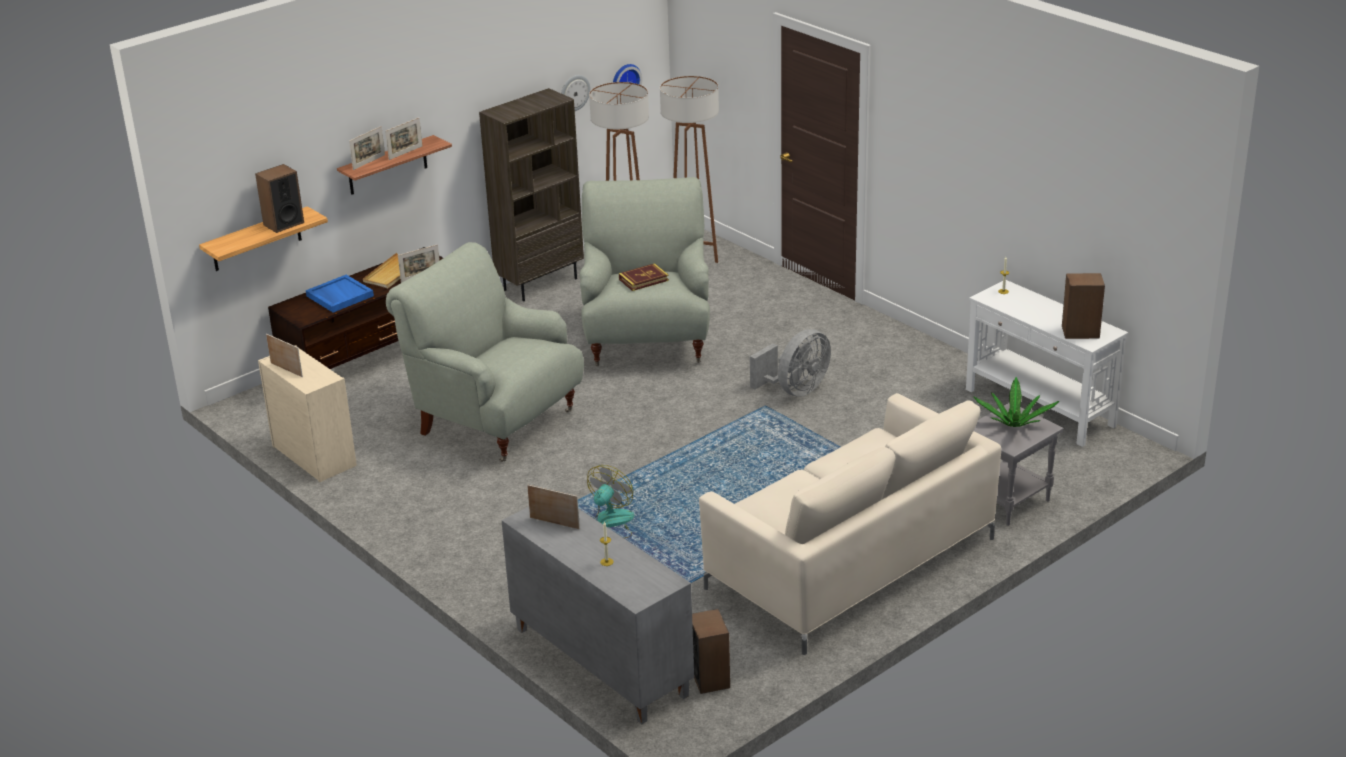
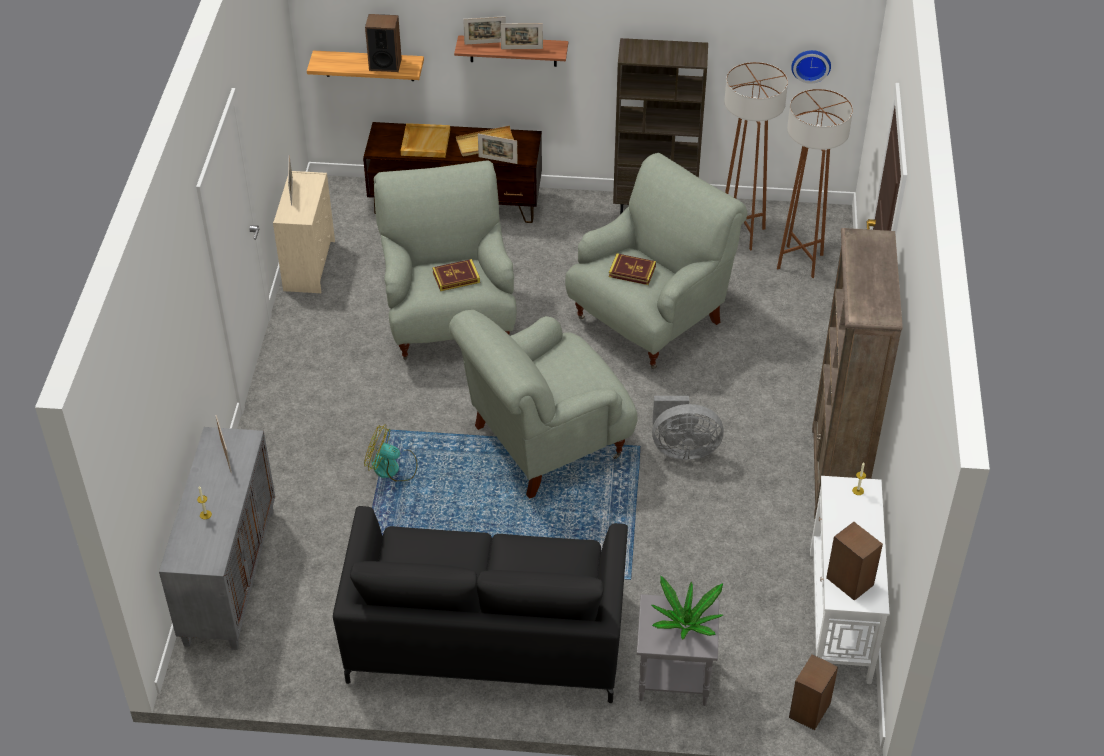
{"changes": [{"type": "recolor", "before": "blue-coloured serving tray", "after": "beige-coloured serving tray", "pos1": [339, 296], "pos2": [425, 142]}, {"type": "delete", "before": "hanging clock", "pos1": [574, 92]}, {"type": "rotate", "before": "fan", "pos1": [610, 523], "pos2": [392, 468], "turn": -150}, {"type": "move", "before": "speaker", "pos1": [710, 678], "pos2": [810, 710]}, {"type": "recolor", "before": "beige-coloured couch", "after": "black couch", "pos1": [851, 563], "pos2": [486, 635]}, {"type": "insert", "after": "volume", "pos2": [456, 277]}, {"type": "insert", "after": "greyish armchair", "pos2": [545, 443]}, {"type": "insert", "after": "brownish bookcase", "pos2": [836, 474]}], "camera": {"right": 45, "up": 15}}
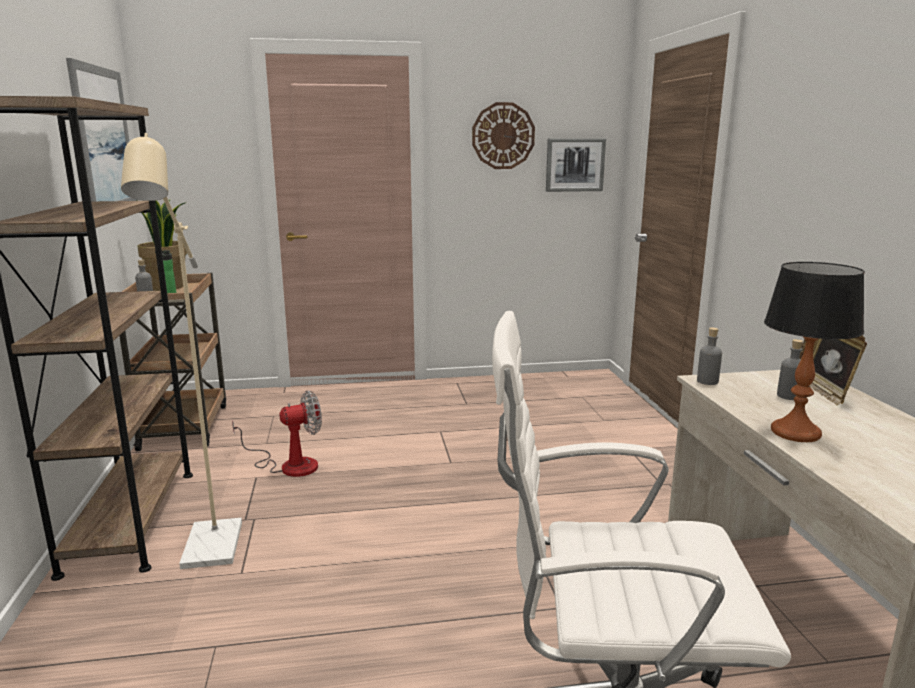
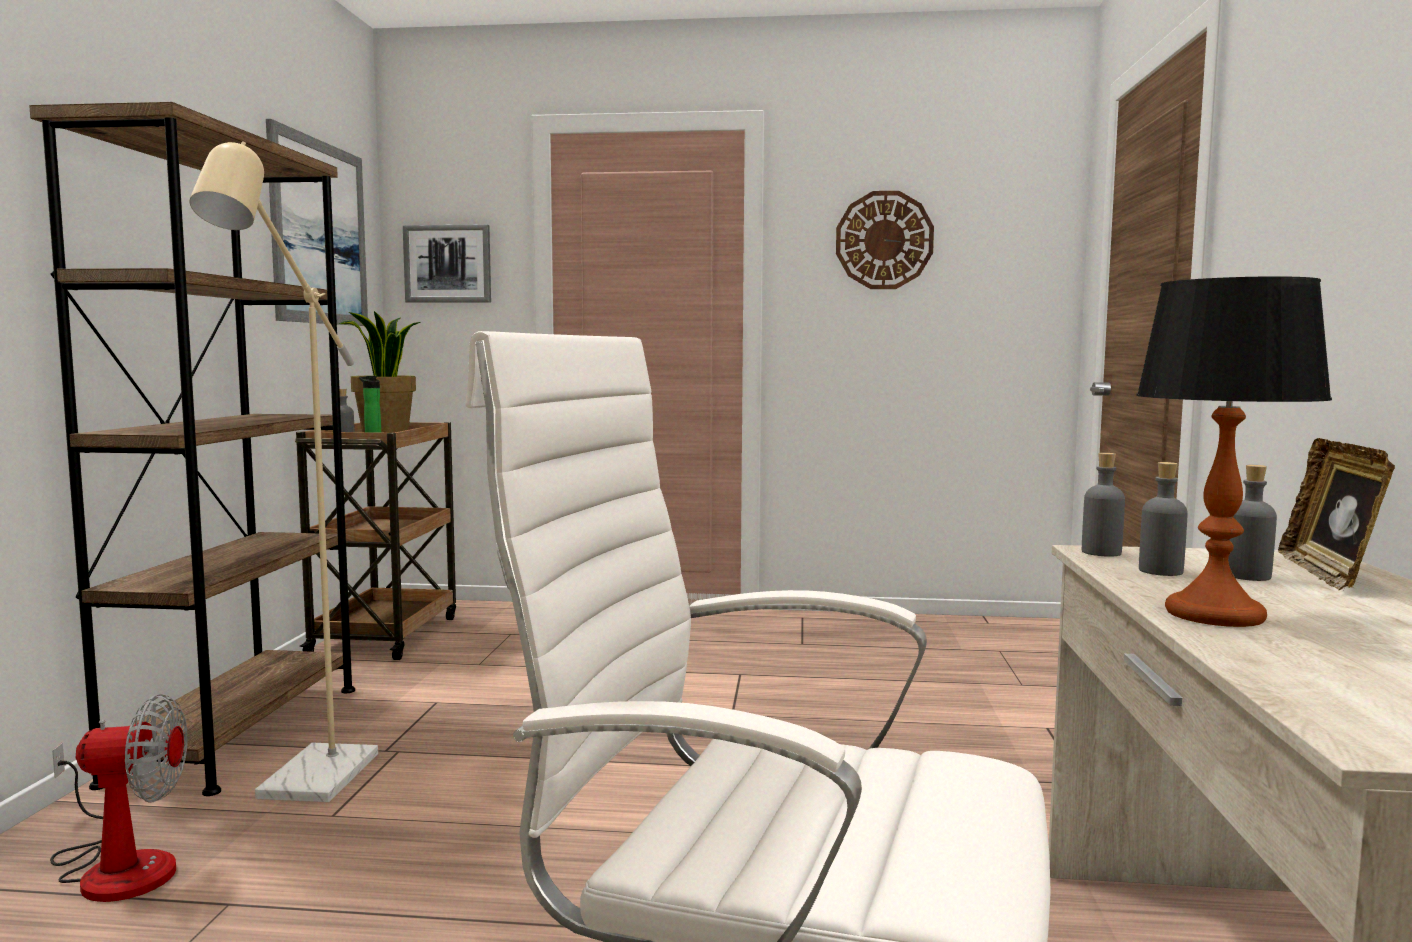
{"changes": [{"type": "move", "before": "fan", "pos1": [289, 465], "pos2": [118, 866]}, {"type": "move", "before": "wall art", "pos1": [575, 165], "pos2": [448, 264]}, {"type": "insert", "after": "greyish drink bottle", "pos2": [1160, 571]}], "camera": {"right": 15, "up": -10}}
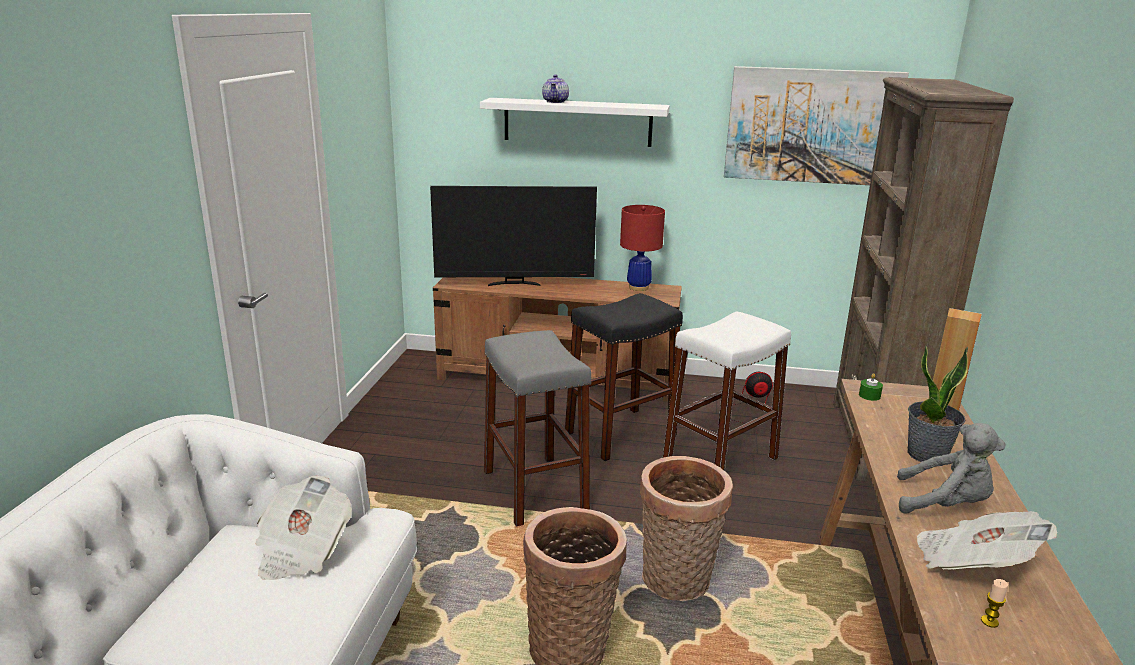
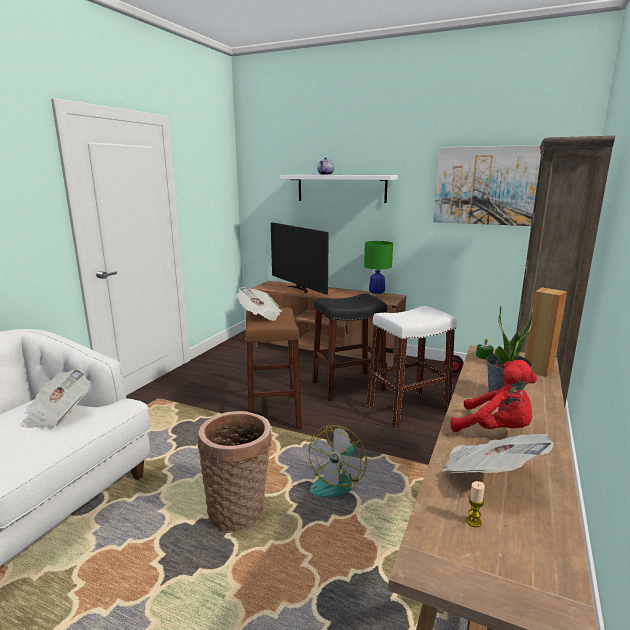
{"changes": [{"type": "rotate", "before": "TV", "pos1": [514, 284], "pos2": [299, 289], "turn": 45}, {"type": "recolor", "before": "greyish sitting stool", "after": "brownish sitting stool", "pos1": [535, 490], "pos2": [273, 412]}, {"type": "recolor", "before": "red table lamp", "after": "green table lamp", "pos1": [638, 287], "pos2": [376, 294]}, {"type": "replace", "before": "basket", "after": "fan", "pos1": [677, 582], "pos2": [336, 481]}, {"type": "recolor", "before": "greyish plush toy", "after": "red plush toy", "pos1": [945, 504], "pos2": [495, 430]}, {"type": "insert", "after": "daily paper", "pos2": [260, 315]}], "camera": {"right": 15, "up": -5}}
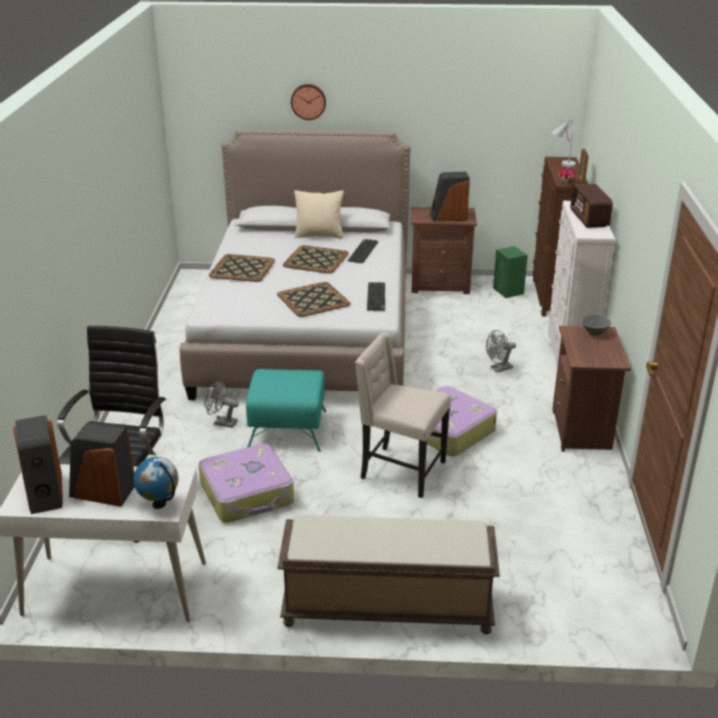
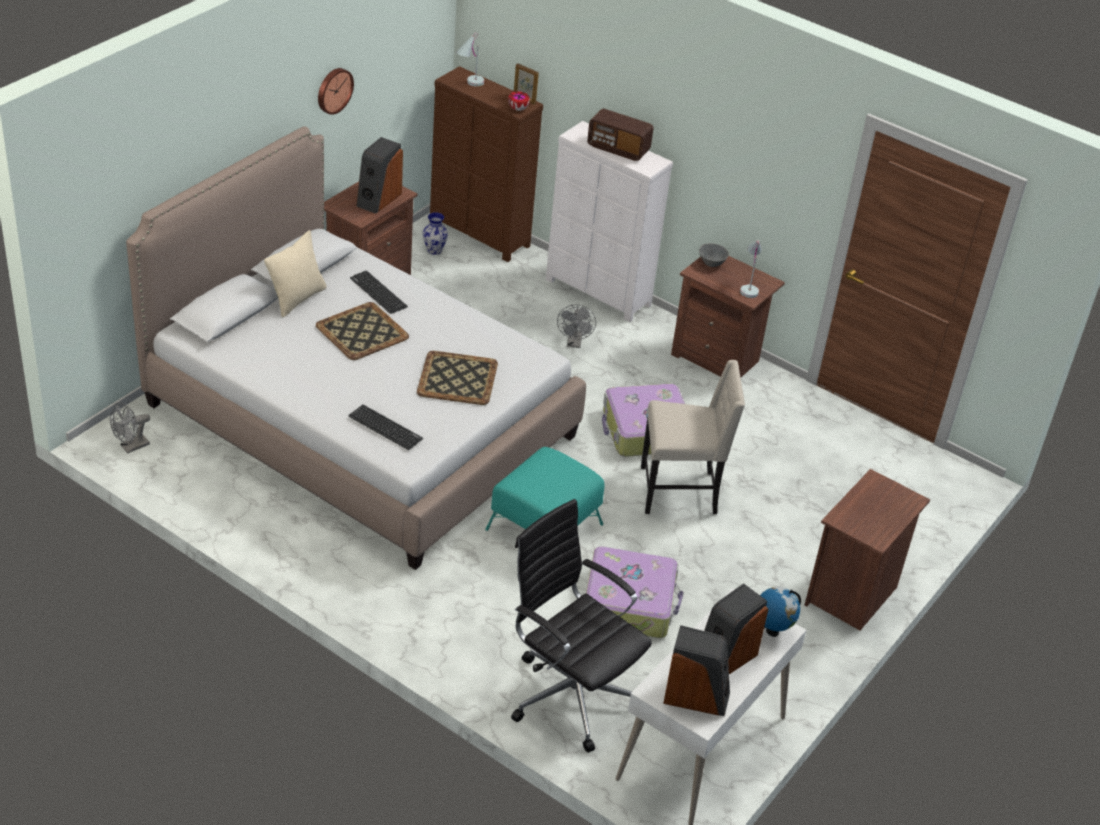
{"changes": [{"type": "move", "before": "greyish fan", "pos1": [221, 422], "pos2": [131, 447]}, {"type": "delete", "before": "serving tray", "pos1": [241, 268]}, {"type": "replace", "before": "brownish bench", "after": "brownish night table", "pos1": [386, 607], "pos2": [852, 595]}, {"type": "move", "before": "hanging clock", "pos1": [308, 101], "pos2": [333, 90]}, {"type": "rotate", "before": "beige-coloured upright chair", "pos1": [400, 471], "pos2": [680, 491], "turn": -150}, {"type": "move", "before": "PC keyboard", "pos1": [376, 297], "pos2": [385, 427]}, {"type": "replace", "before": "green speaker", "after": "decorative vase", "pos1": [508, 291], "pos2": [434, 250]}, {"type": "insert", "after": "white-coloured table lamp", "pos2": [748, 287]}], "camera": {"right": -60, "up": 10}}
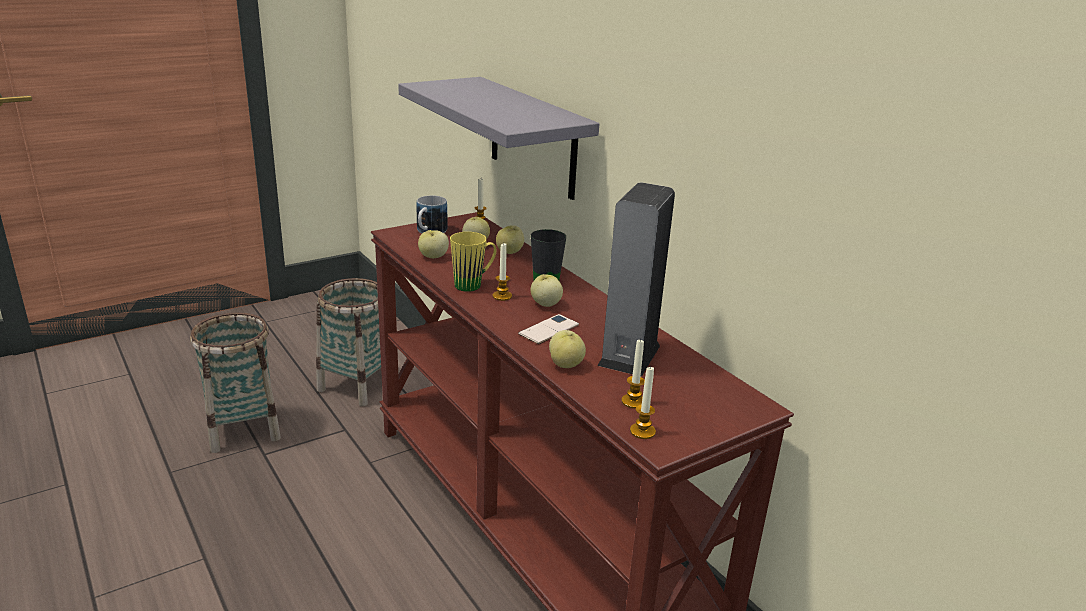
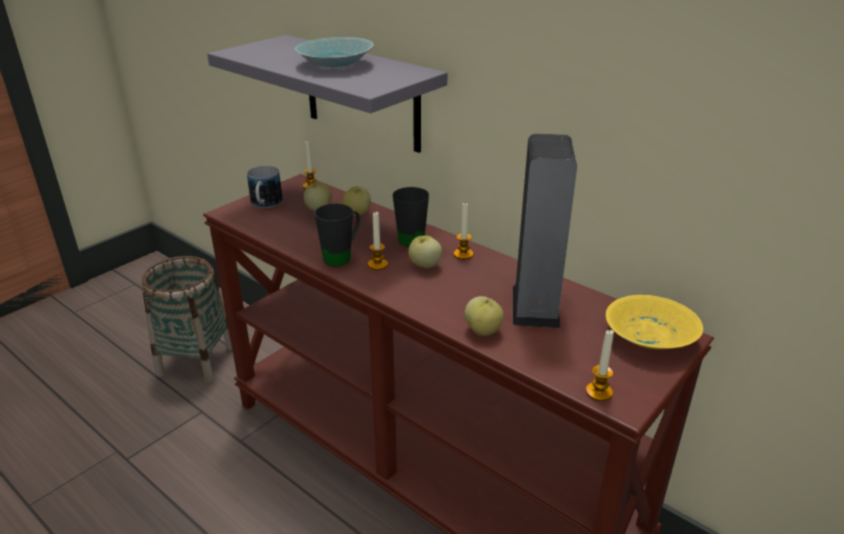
{"changes": [{"type": "delete", "before": "basket", "pos1": [243, 428]}, {"type": "delete", "before": "whole apple", "pos1": [433, 257]}, {"type": "recolor", "before": "yellow-coloured tea mug", "after": "black tea mug", "pos1": [474, 284], "pos2": [342, 256]}, {"type": "delete", "before": "telephone", "pos1": [549, 330]}, {"type": "move", "before": "wax light", "pos1": [633, 402], "pos2": [463, 254]}, {"type": "insert", "after": "turquoise serving bowl", "pos2": [335, 65]}, {"type": "insert", "after": "yellow-coloured serving bowl", "pos2": [647, 337]}], "camera": {"right": -15, "up": 5}}
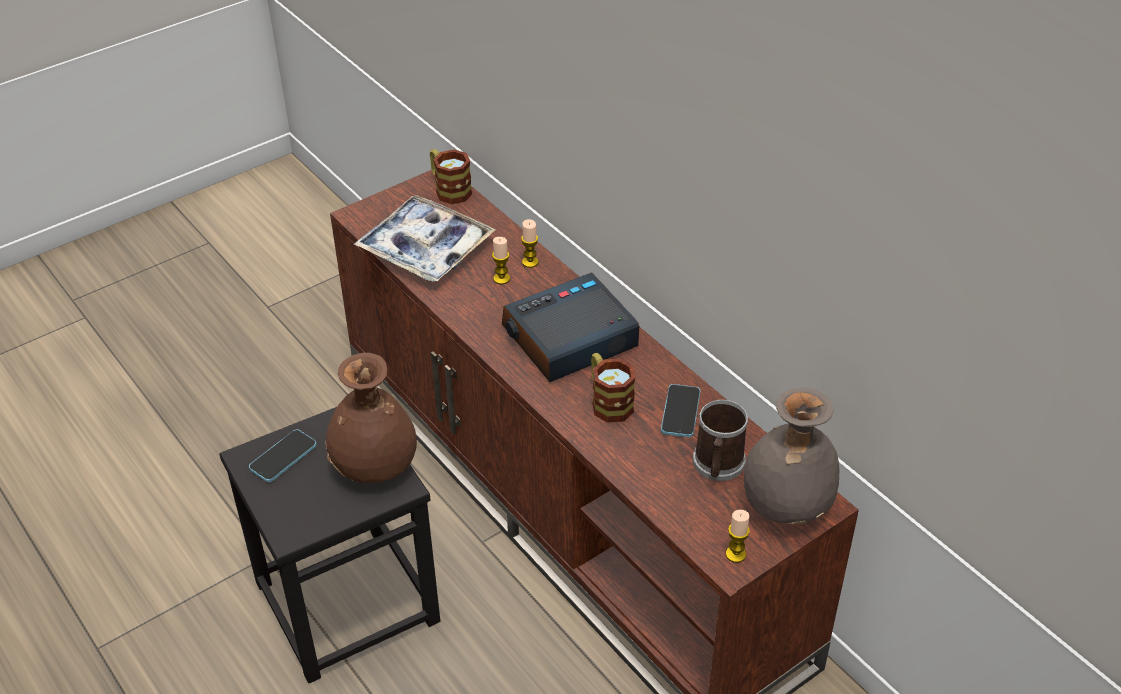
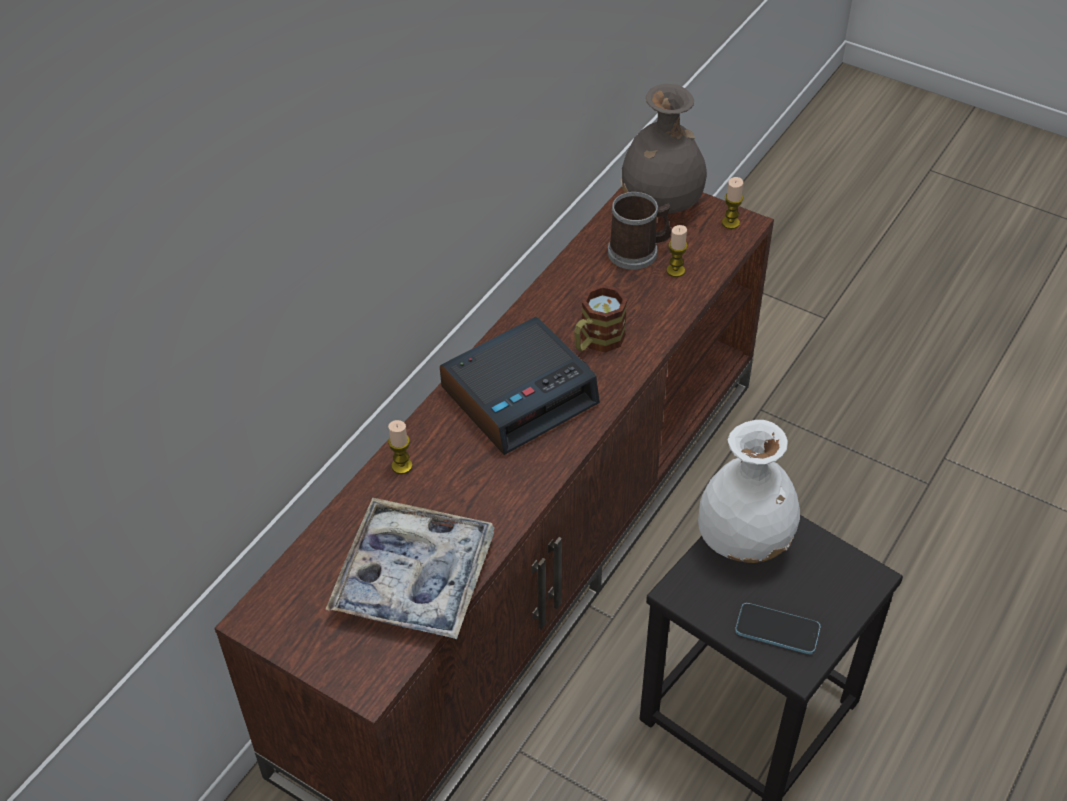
{"changes": [{"type": "recolor", "before": "brownish decorative vase", "after": "white-coloured decorative vase", "pos1": [375, 469], "pos2": [745, 539]}, {"type": "delete", "before": "tea mug", "pos1": [449, 189]}, {"type": "move", "before": "wax light", "pos1": [501, 279], "pos2": [675, 271]}, {"type": "rotate", "before": "alarm clock", "pos1": [569, 339], "pos2": [520, 395], "turn": -75}, {"type": "delete", "before": "telephone", "pos1": [680, 412]}], "camera": {"right": -110, "up": 5}}
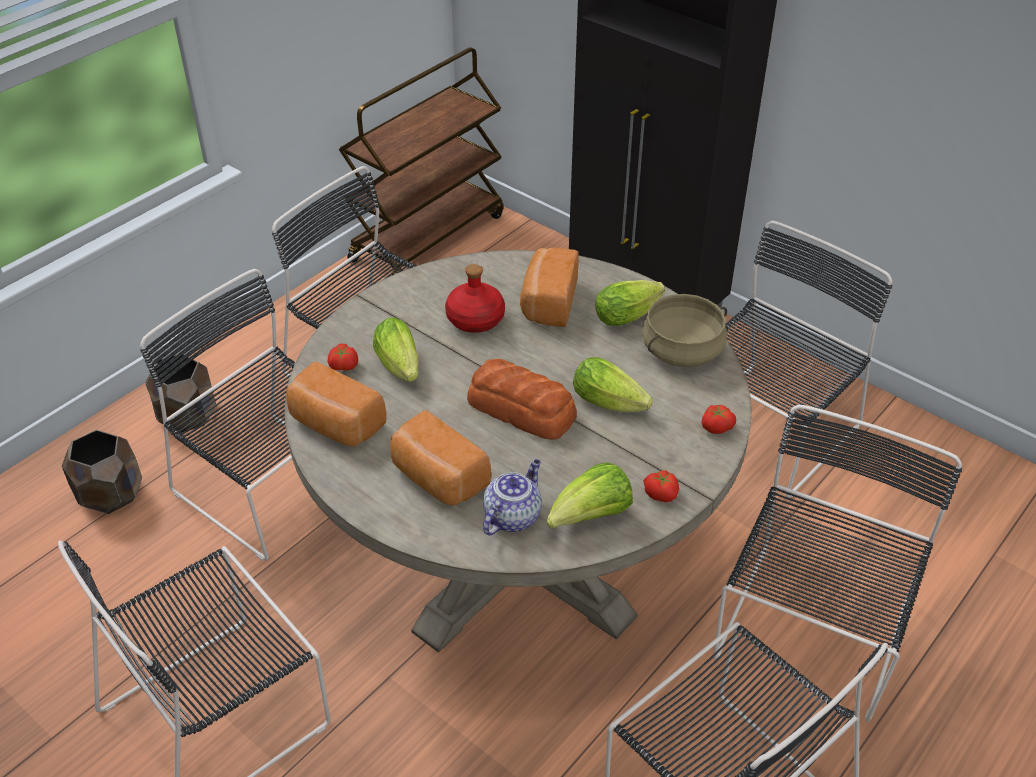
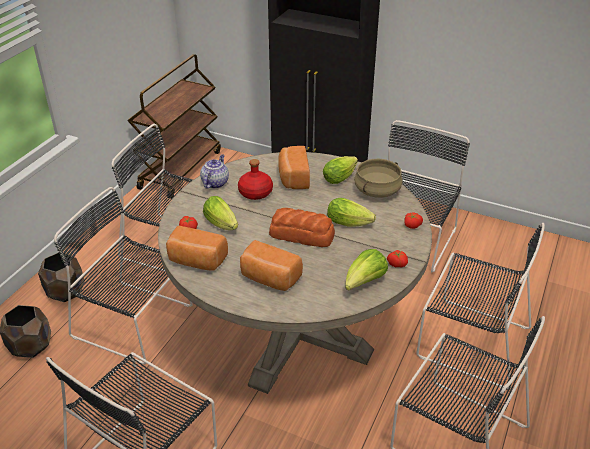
{"changes": [{"type": "move", "before": "tea pot", "pos1": [512, 516], "pos2": [215, 182]}, {"type": "rotate", "before": "black upright chair", "pos1": [810, 635], "pos2": [470, 340], "turn": 105}], "camera": {"right": -15, "up": -5}}
